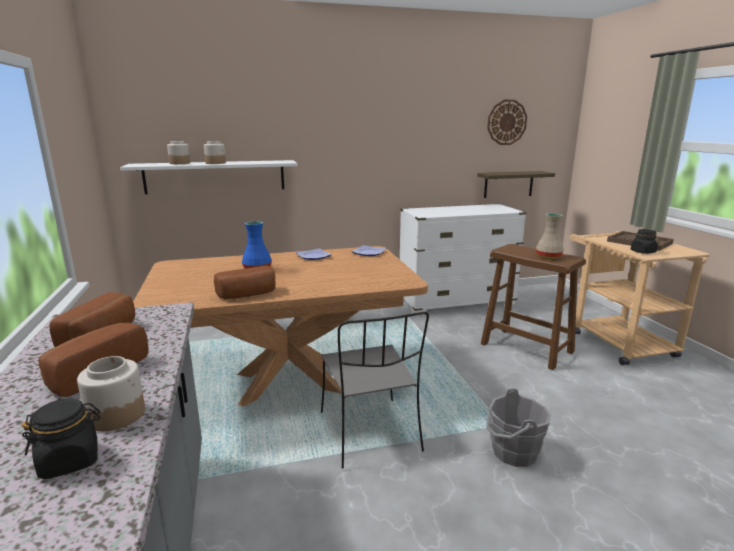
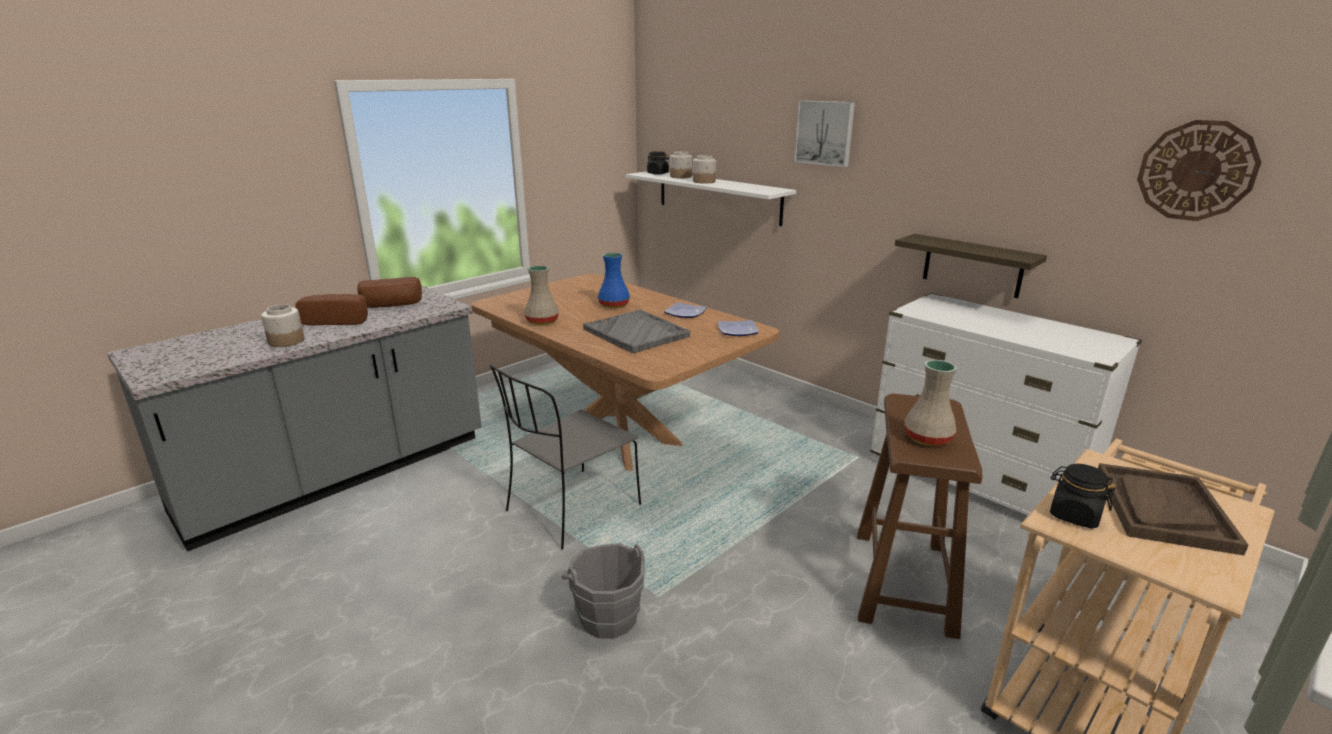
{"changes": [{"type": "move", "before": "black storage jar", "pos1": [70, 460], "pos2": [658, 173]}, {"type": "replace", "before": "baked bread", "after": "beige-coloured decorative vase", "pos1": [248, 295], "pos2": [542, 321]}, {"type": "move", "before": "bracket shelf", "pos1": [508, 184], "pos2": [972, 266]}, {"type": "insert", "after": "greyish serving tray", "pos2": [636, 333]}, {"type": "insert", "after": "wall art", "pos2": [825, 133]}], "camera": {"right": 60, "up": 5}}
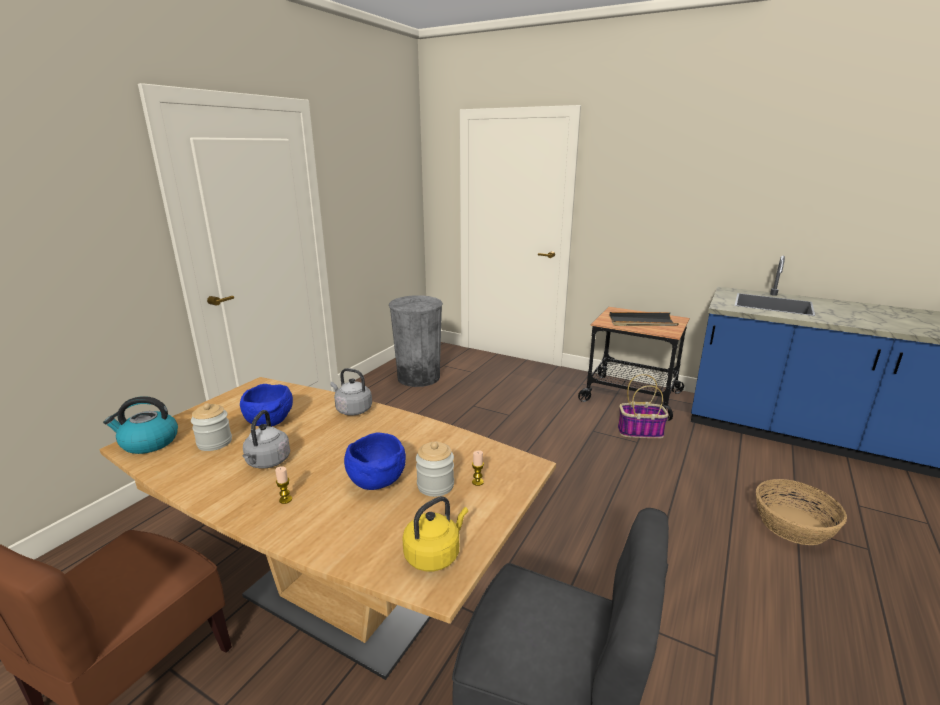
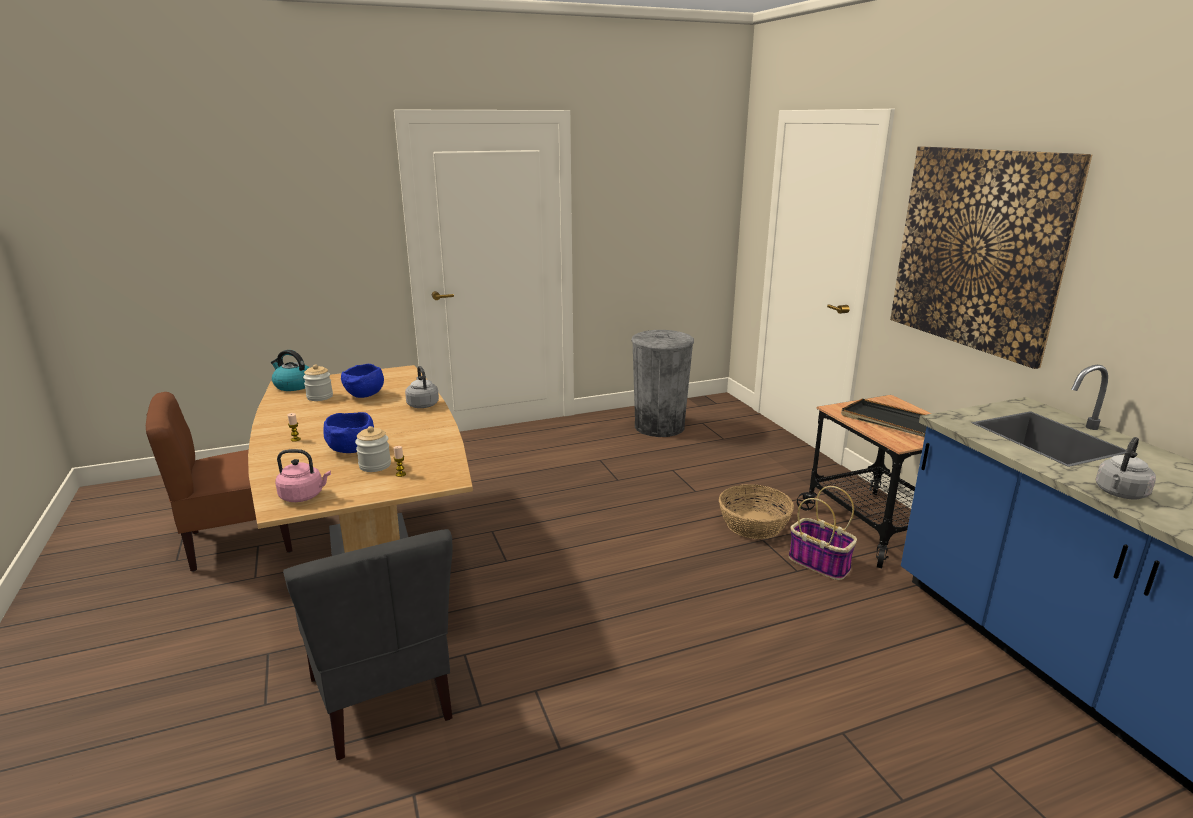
{"changes": [{"type": "move", "before": "greyish tea kettle", "pos1": [267, 462], "pos2": [1119, 494]}, {"type": "recolor", "before": "yellow-coloured tea kettle", "after": "pinkish tea kettle", "pos1": [434, 555], "pos2": [304, 496]}, {"type": "move", "before": "basket", "pos1": [792, 525], "pos2": [753, 524]}, {"type": "insert", "after": "wall art", "pos2": [978, 250]}], "camera": {"right": 40, "up": 0}}
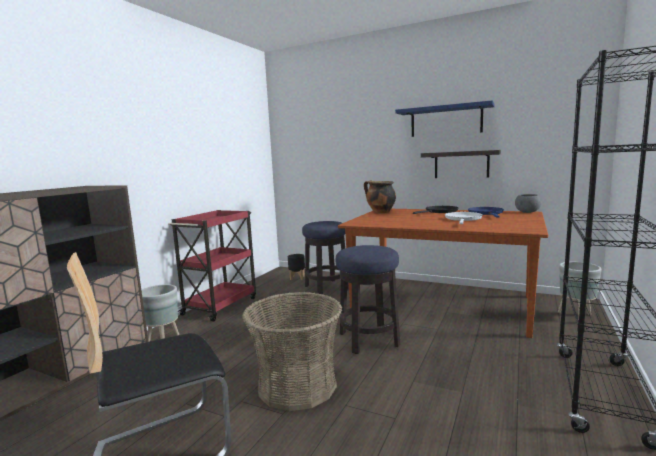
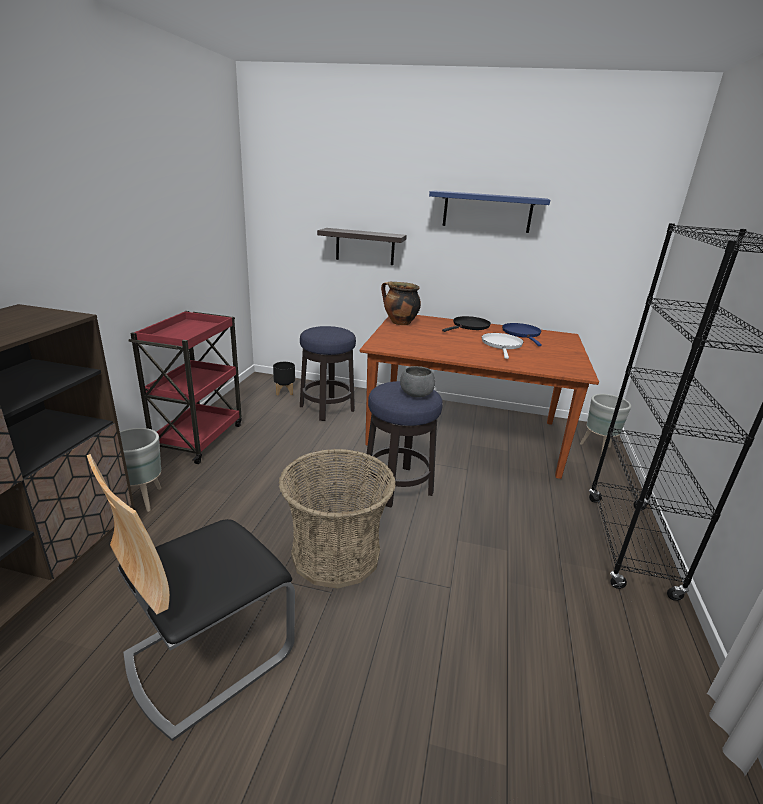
{"changes": [{"type": "move", "before": "bracket shelf", "pos1": [461, 164], "pos2": [365, 246]}, {"type": "move", "before": "greyish serving bowl", "pos1": [527, 212], "pos2": [416, 395]}], "camera": {"right": -15, "up": 15}}
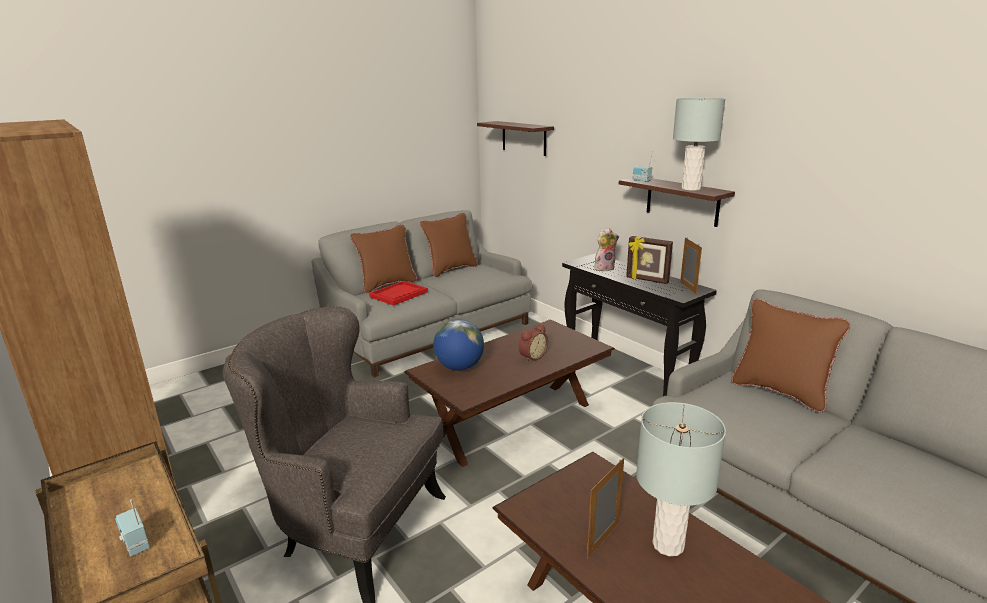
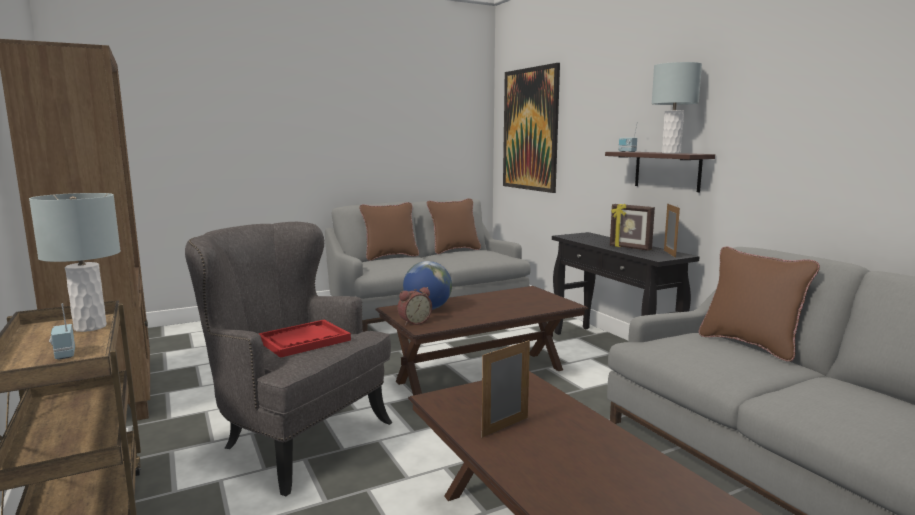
{"changes": [{"type": "move", "before": "red serving tray", "pos1": [398, 294], "pos2": [303, 340]}, {"type": "replace", "before": "bracket shelf", "after": "wall art", "pos1": [524, 138], "pos2": [530, 129]}, {"type": "move", "before": "alarm clock", "pos1": [531, 356], "pos2": [414, 322]}, {"type": "delete", "before": "plush toy", "pos1": [604, 268]}, {"type": "move", "before": "greyish table lamp", "pos1": [668, 545], "pos2": [90, 327]}], "camera": {"right": 10, "up": -10}}
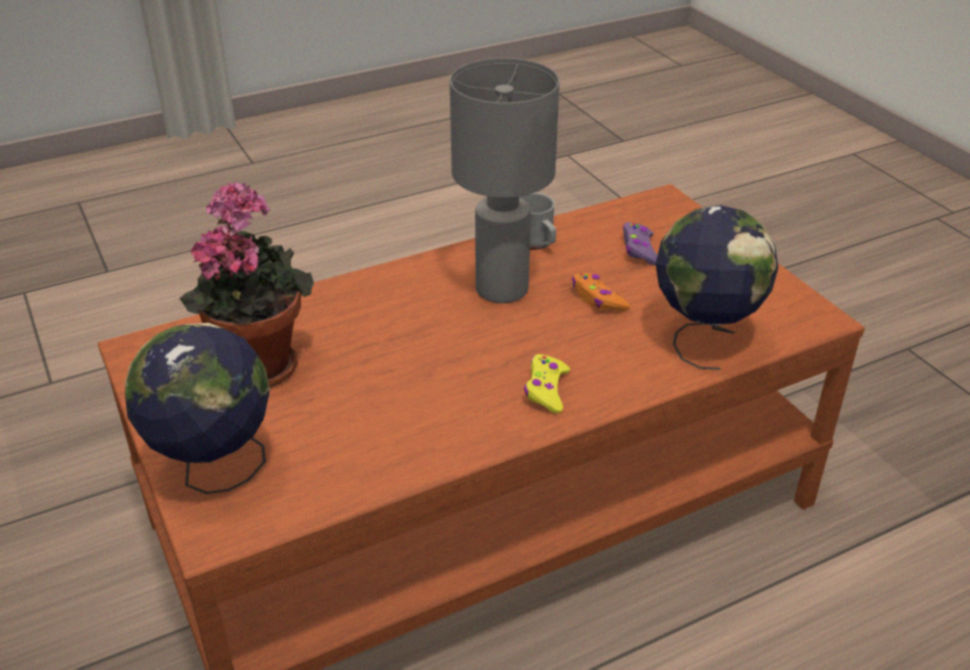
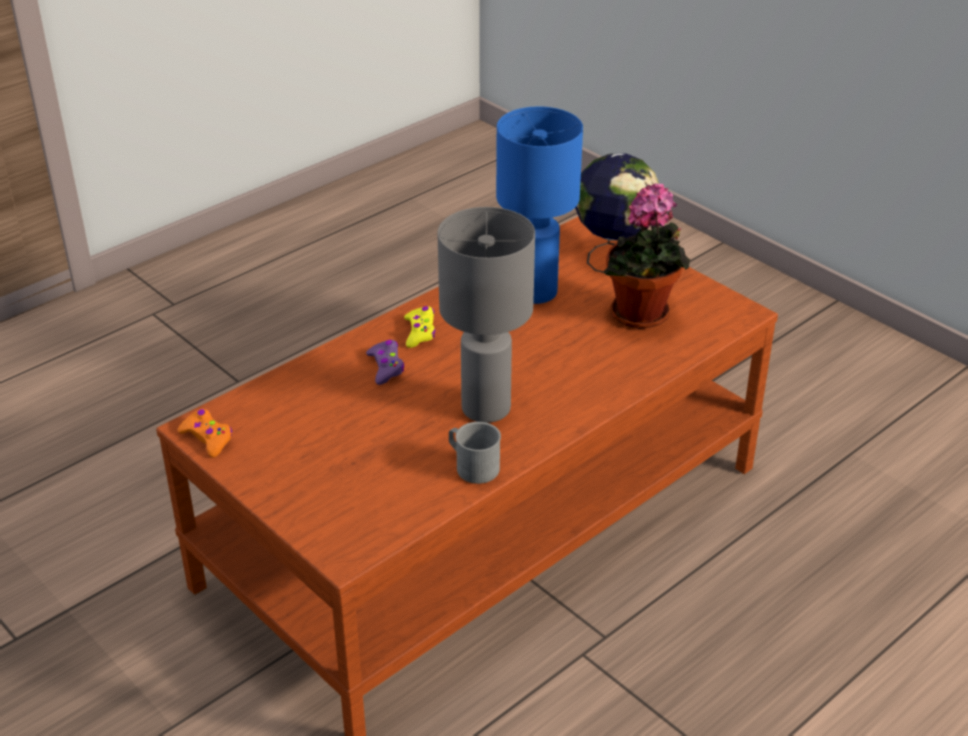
{"changes": [{"type": "move", "before": "orange-coloured joypad", "pos1": [598, 299], "pos2": [207, 438]}, {"type": "move", "before": "purplish joypad", "pos1": [639, 250], "pos2": [386, 367]}, {"type": "delete", "before": "world globe", "pos1": [704, 338]}, {"type": "insert", "after": "blue-coloured table lamp", "pos2": [534, 293]}], "camera": {"right": 165, "up": 0}}
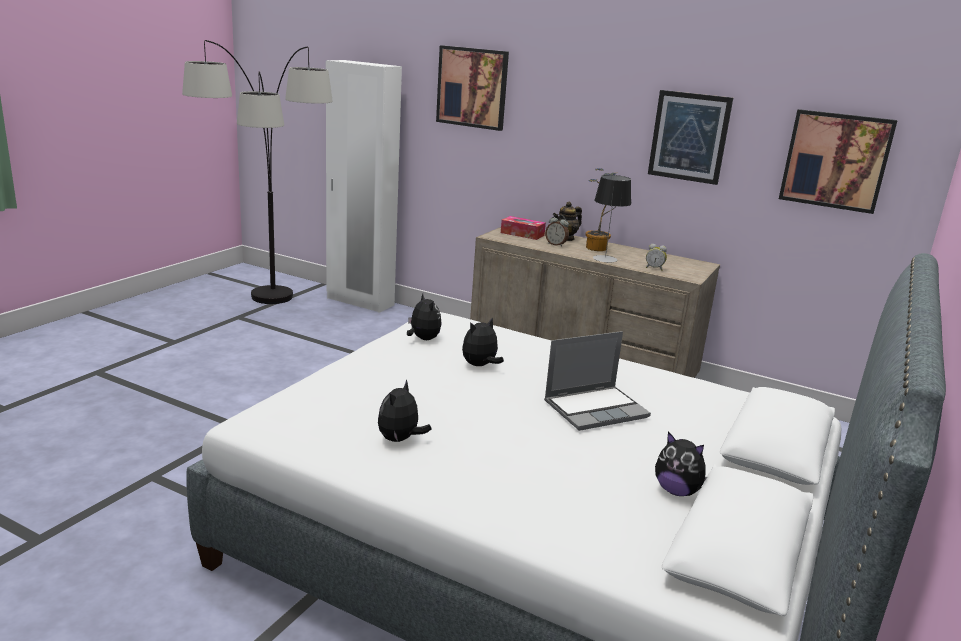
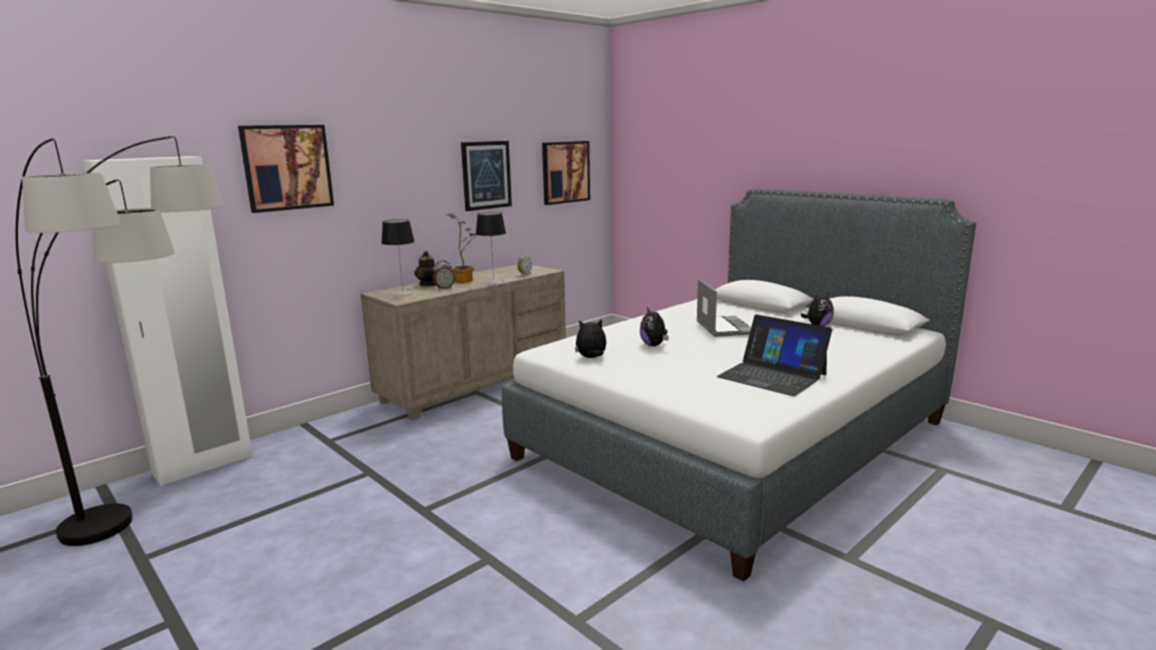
{"changes": [{"type": "replace", "before": "plush toy", "after": "notebook computer", "pos1": [400, 440], "pos2": [772, 375]}, {"type": "replace", "before": "box of tissues", "after": "table lamp", "pos1": [522, 234], "pos2": [403, 293]}], "camera": {"right": -70, "up": -5}}
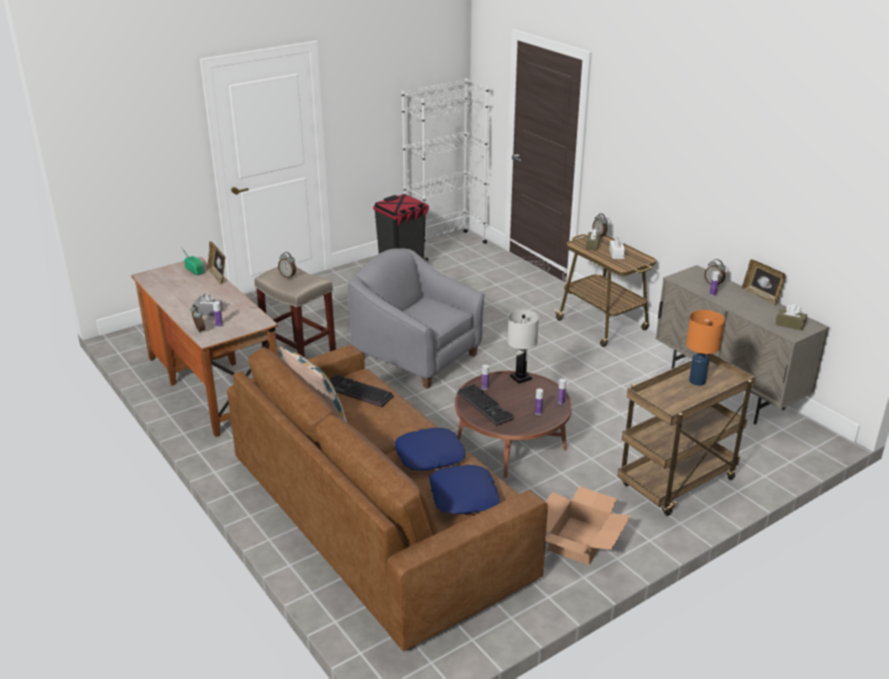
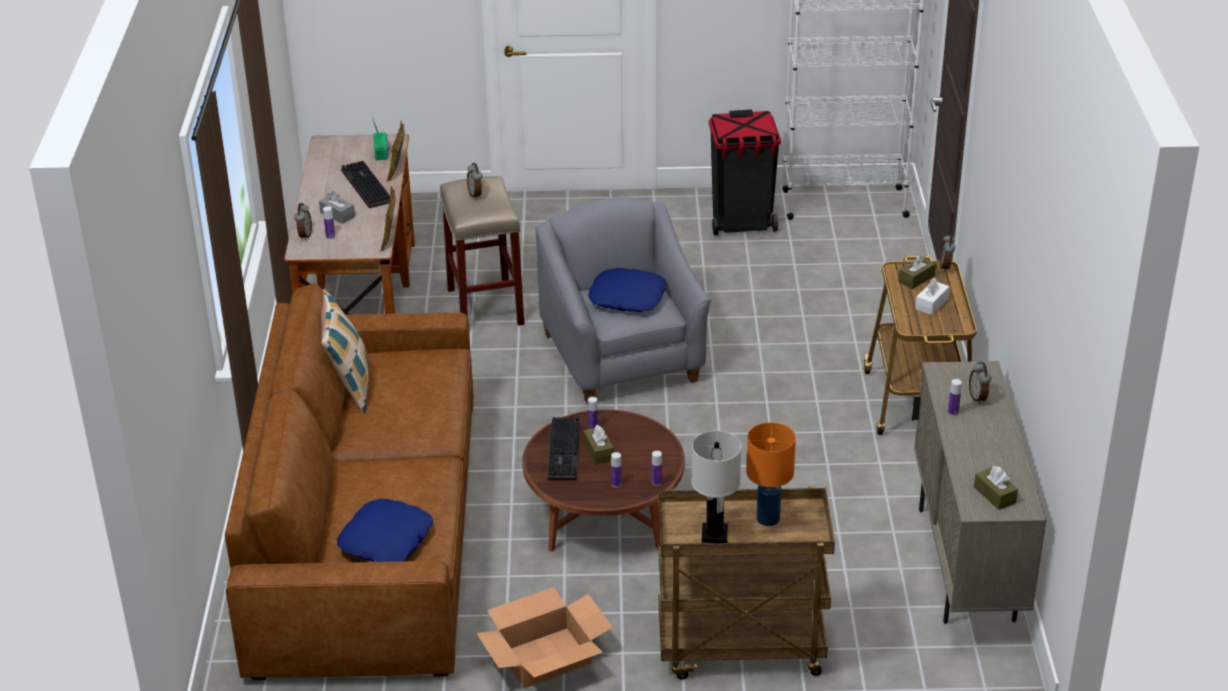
{"changes": [{"type": "move", "before": "PC keyboard", "pos1": [356, 392], "pos2": [364, 186]}, {"type": "move", "before": "blue-coloured throw pillow", "pos1": [429, 455], "pos2": [627, 297]}, {"type": "move", "before": "white-coloured table lamp", "pos1": [520, 378], "pos2": [714, 535]}, {"type": "move", "before": "standing frame", "pos1": [761, 296], "pos2": [389, 237]}, {"type": "insert", "after": "brownish box of tissues", "pos2": [598, 451]}], "camera": {"right": 35, "up": 5}}
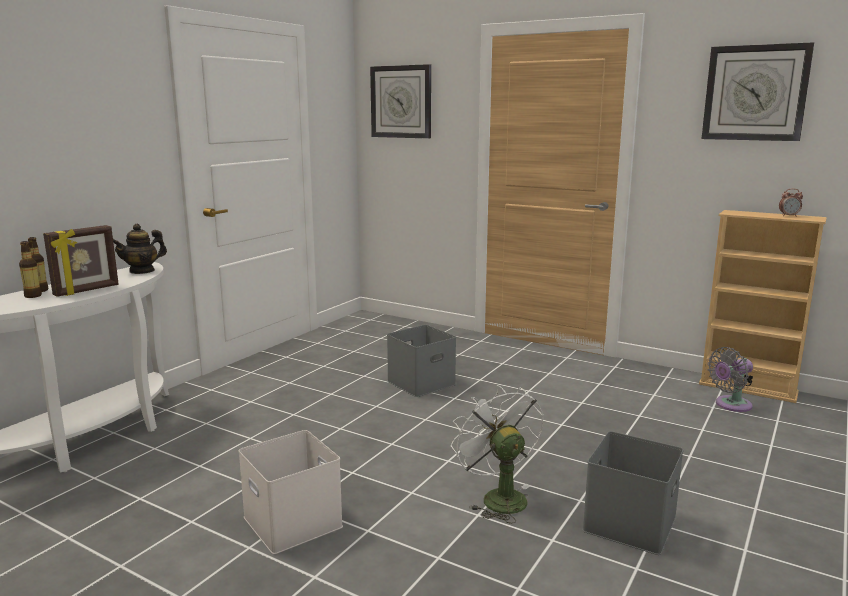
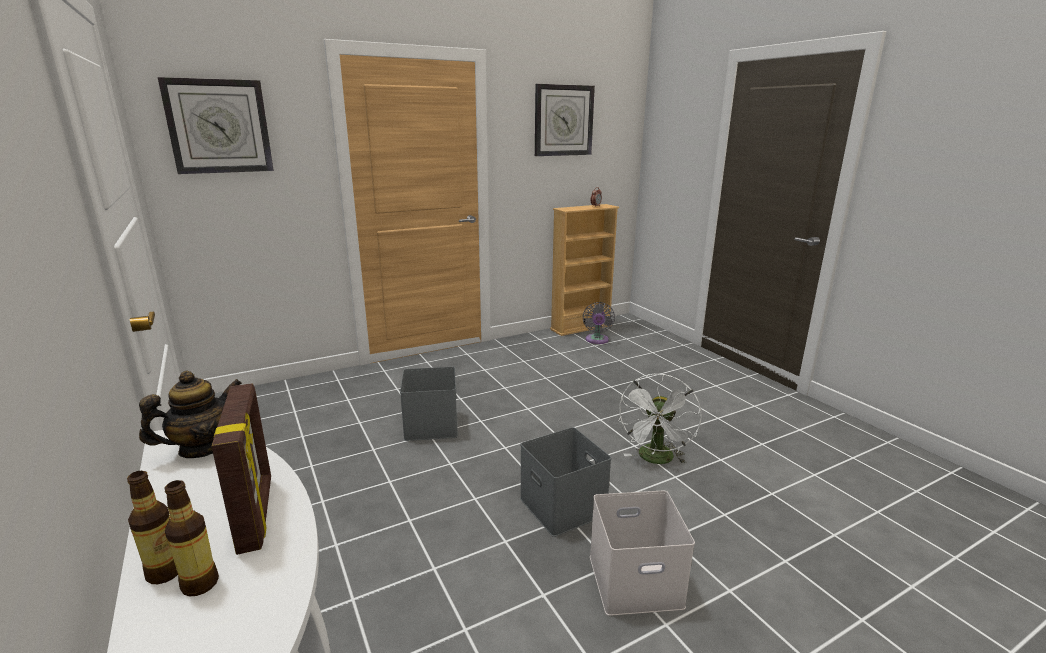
{"changes": [{"type": "rotate", "before": "tea pot", "pos1": [142, 271], "pos2": [202, 448], "turn": -120}, {"type": "rotate", "before": "white-coloured fan", "pos1": [497, 497], "pos2": [656, 460], "turn": -75}, {"type": "move", "before": "greyish storage bin", "pos1": [631, 524], "pos2": [565, 506]}], "camera": {"right": -60, "up": 5}}
